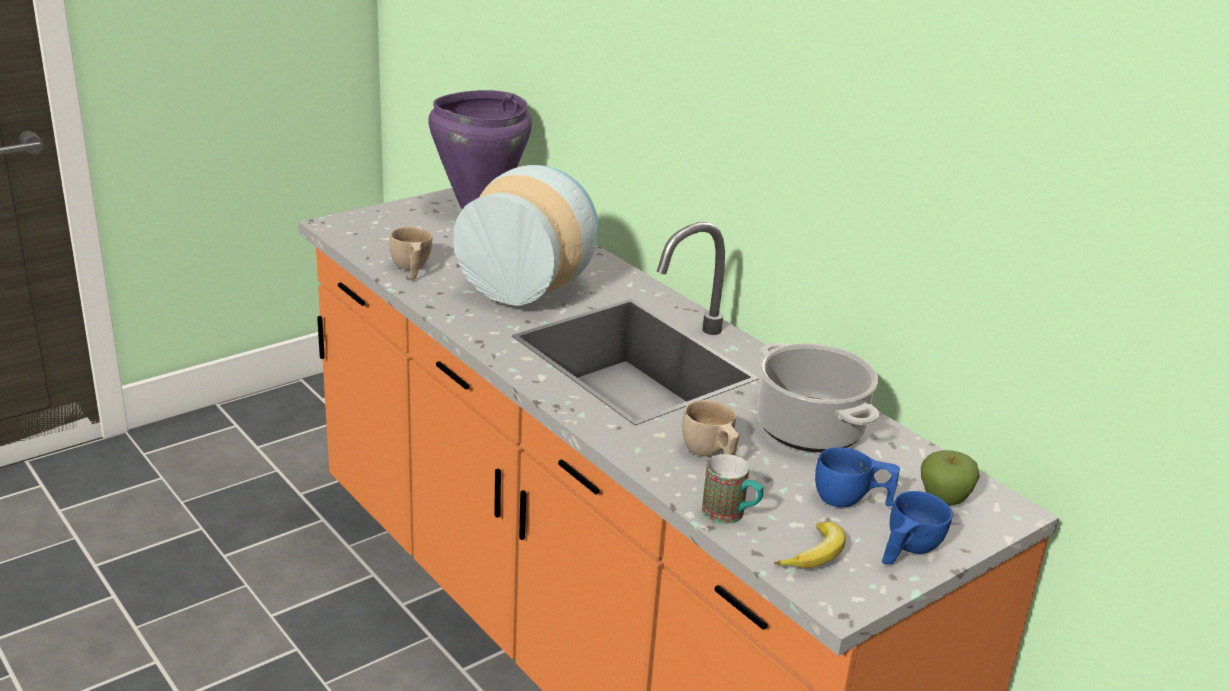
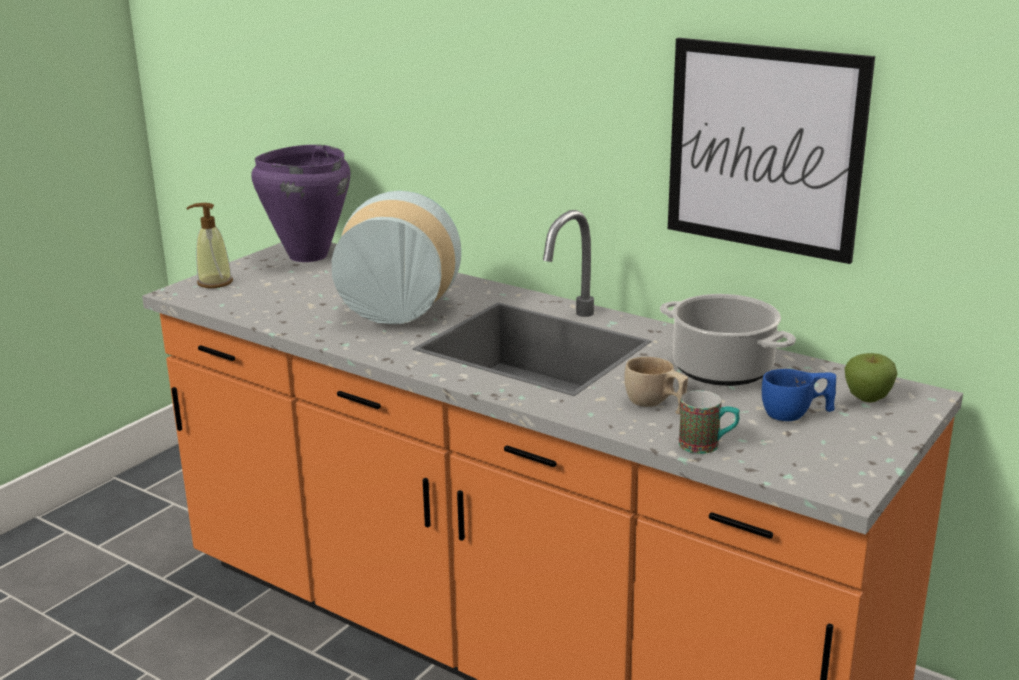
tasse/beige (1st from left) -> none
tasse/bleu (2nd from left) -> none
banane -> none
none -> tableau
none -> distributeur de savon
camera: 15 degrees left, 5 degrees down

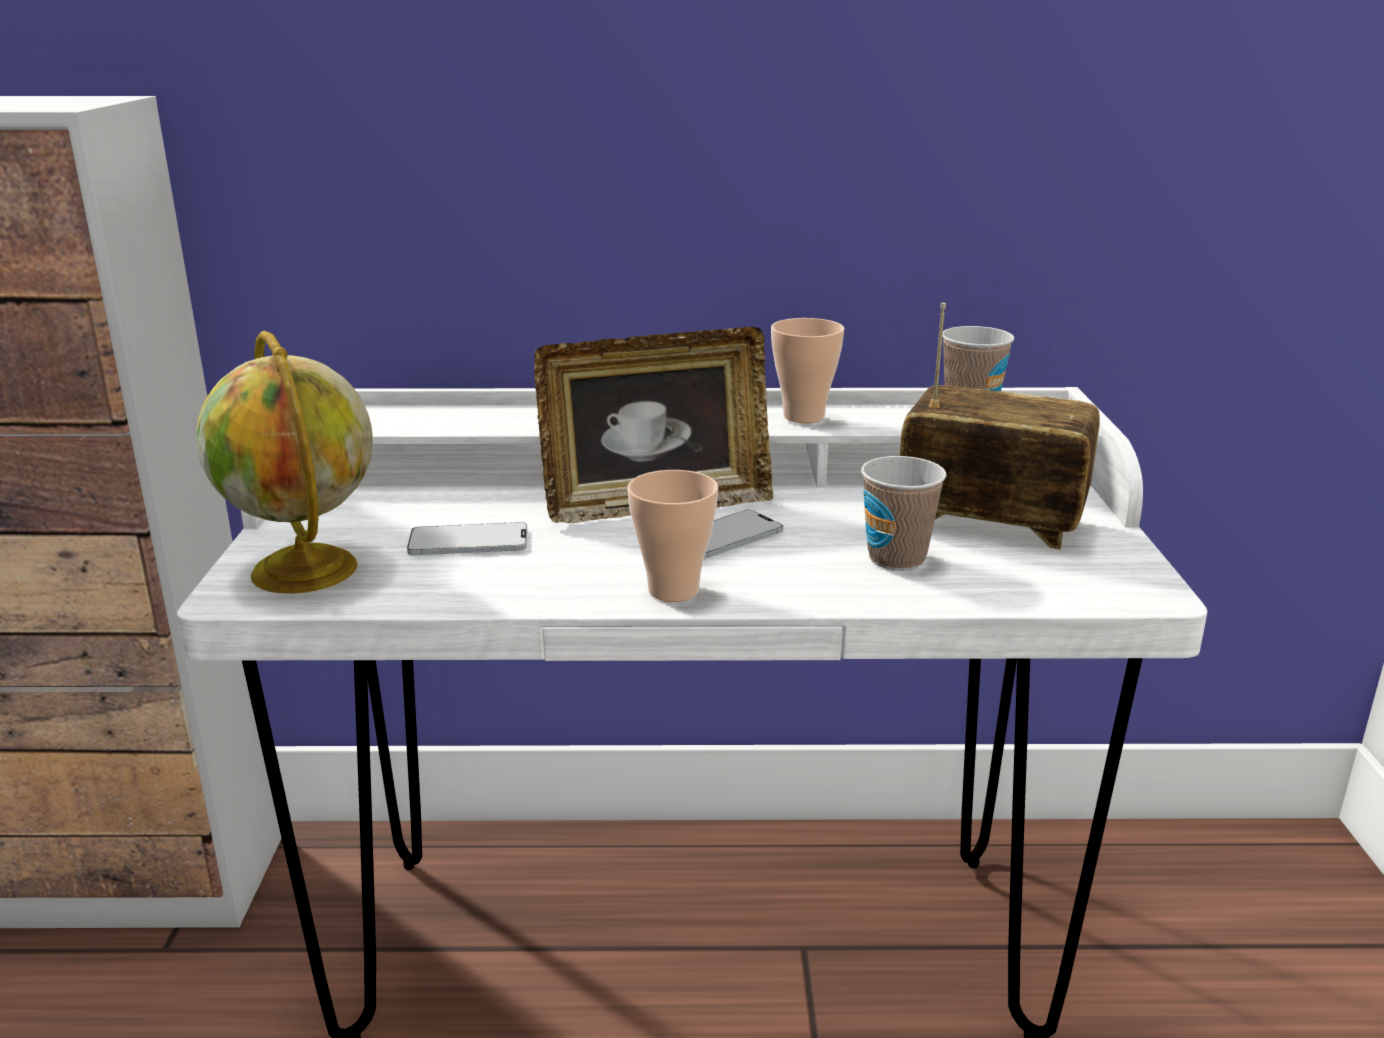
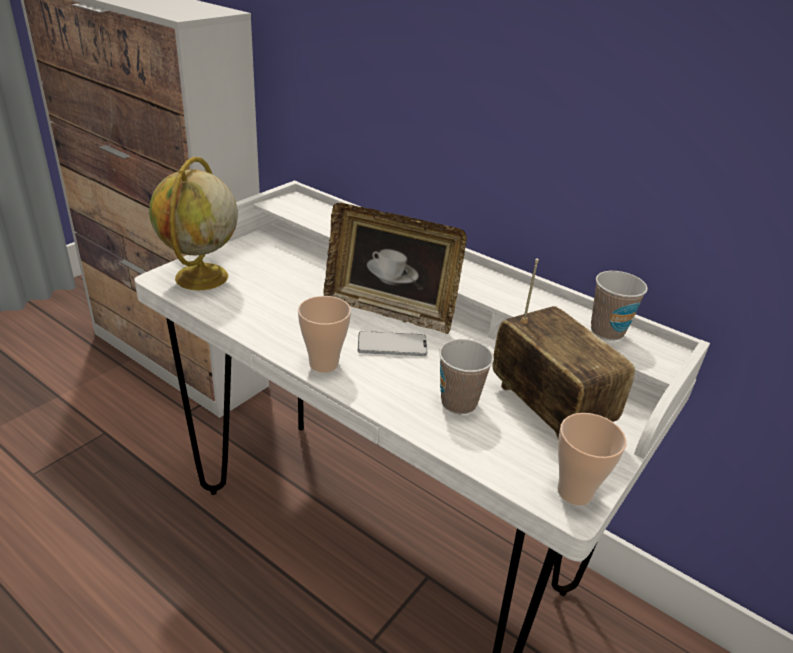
tasse (2nd from left in the first image) -> tasse (3rd from left), move
téléphone (1st from left) -> none
camera: 35 degrees right, 10 degrees up

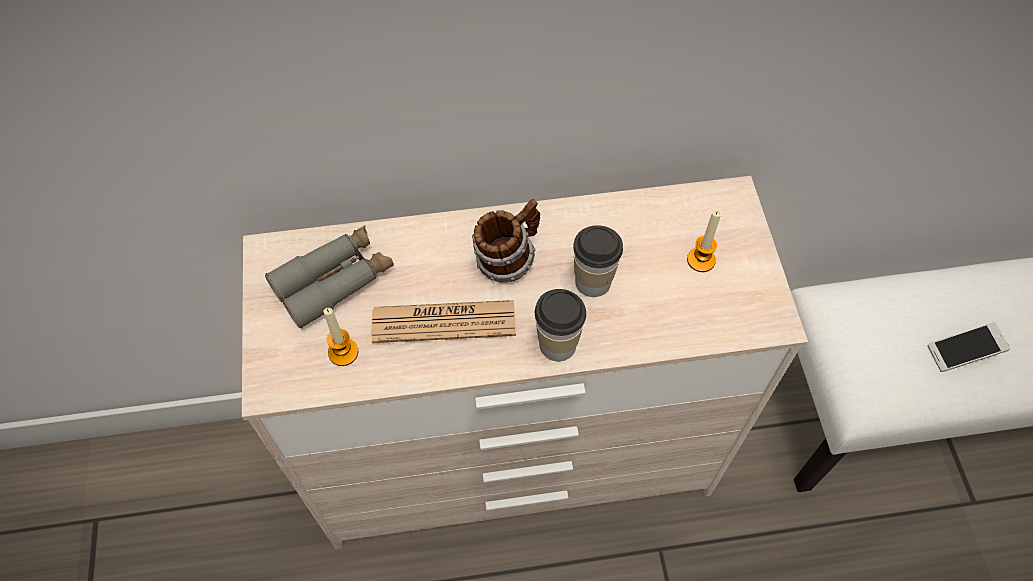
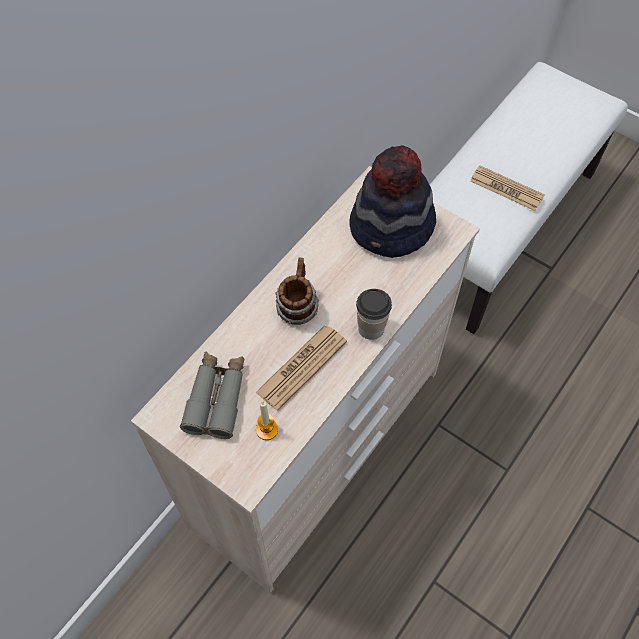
bougie (2nd from left) -> chapeau
tasse (2nd from left) -> none
téléphone -> journal (2nd from left)
camera: 45 degrees left, 0 degrees up

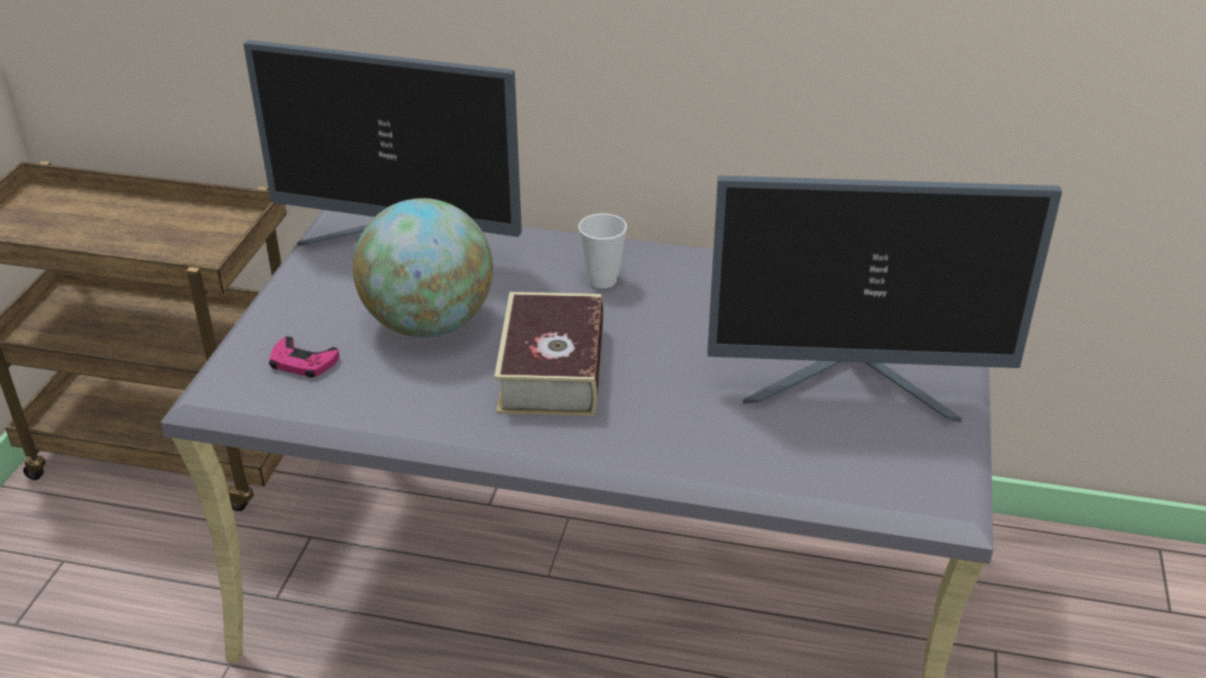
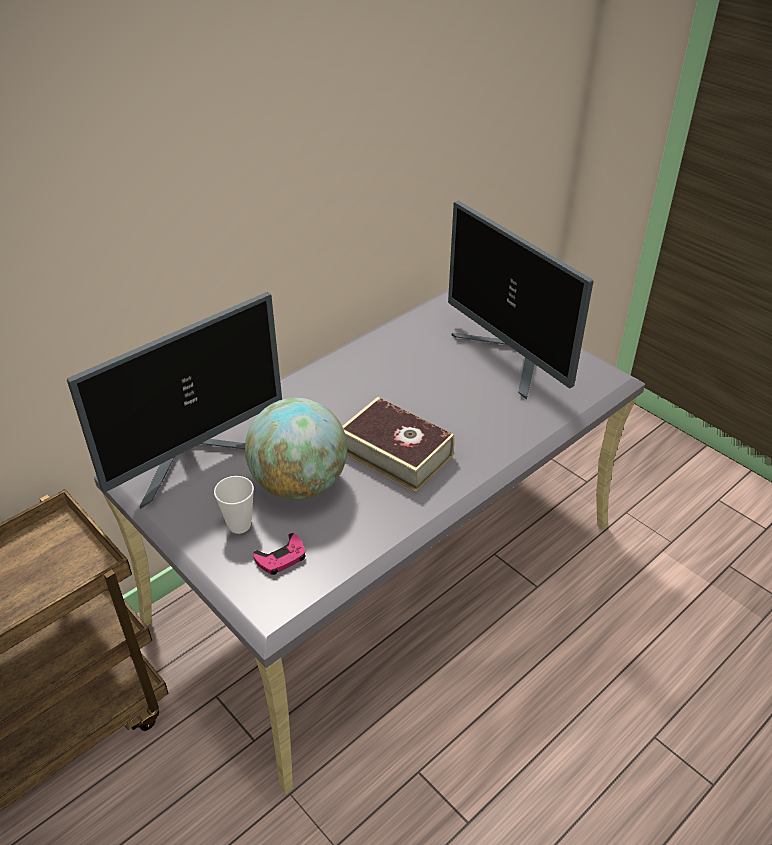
écran d'ordinateur (2nd from left), 105 degrees clockwise
tasse, move
camera: 55 degrees left, 5 degrees up

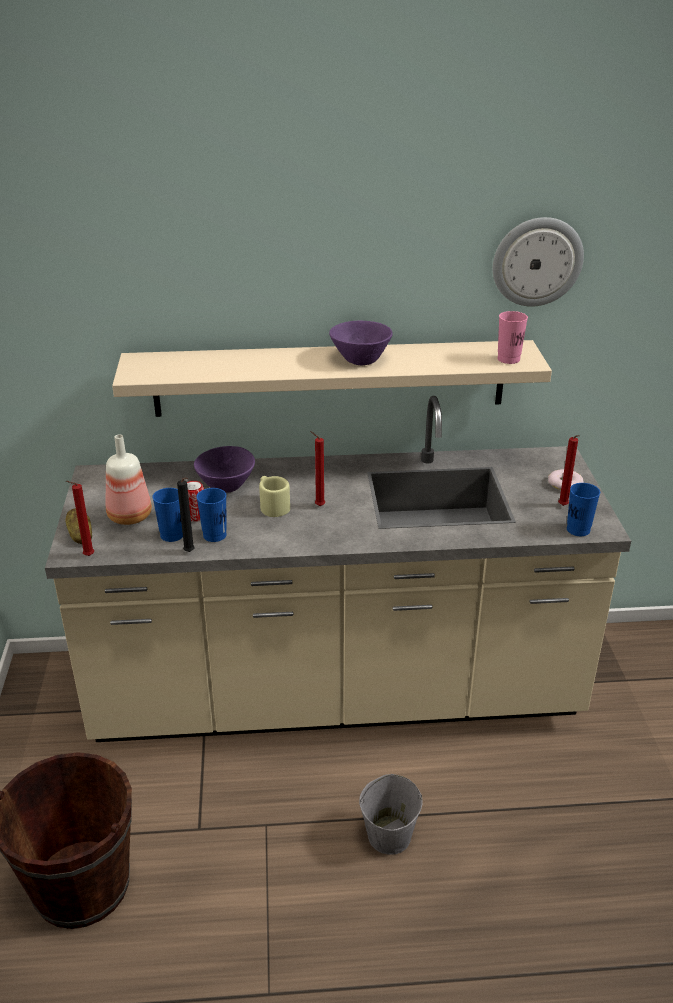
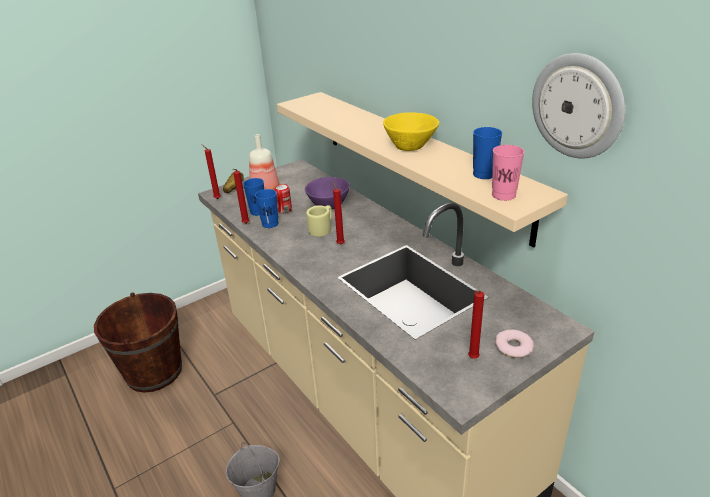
bol/violet (2nd from left) -> bol/jaune
bougie/noir -> bougie/rouge (2nd from left)
tasse/bleu (3rd from left), move
camera: 60 degrees right, 0 degrees up

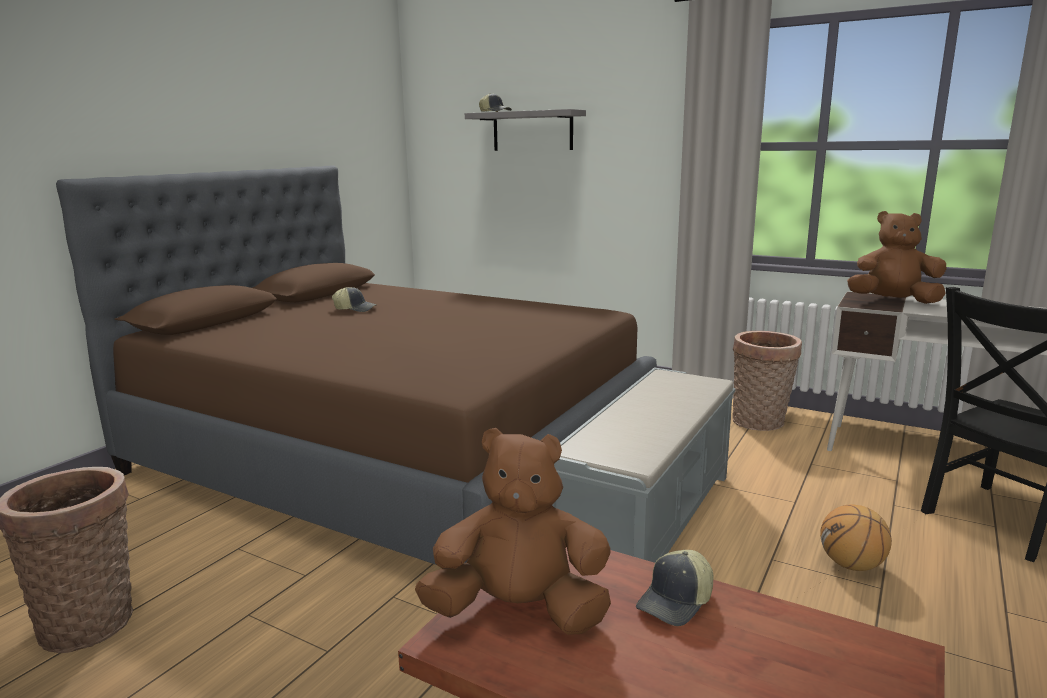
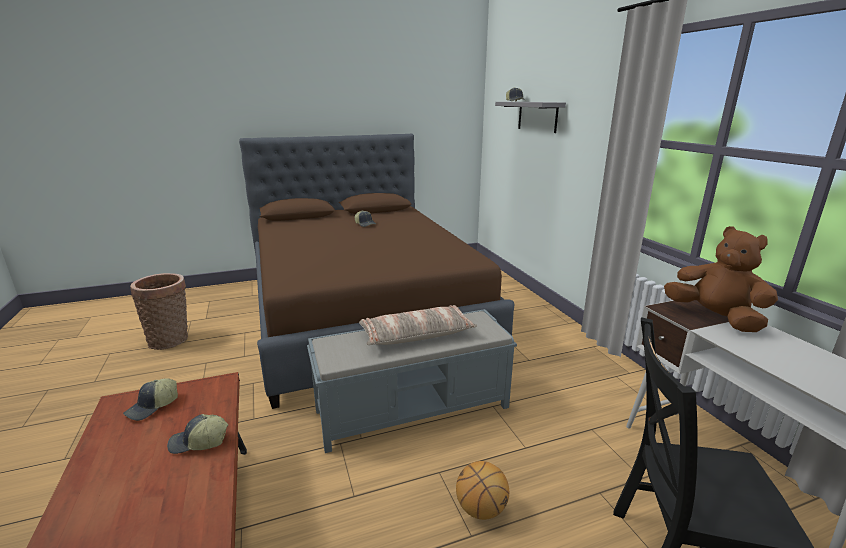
panier (2nd from left) -> none
peluche/marron (1st from left) -> casquette (1st from left)
none -> coussin
camera: 40 degrees right, 5 degrees up

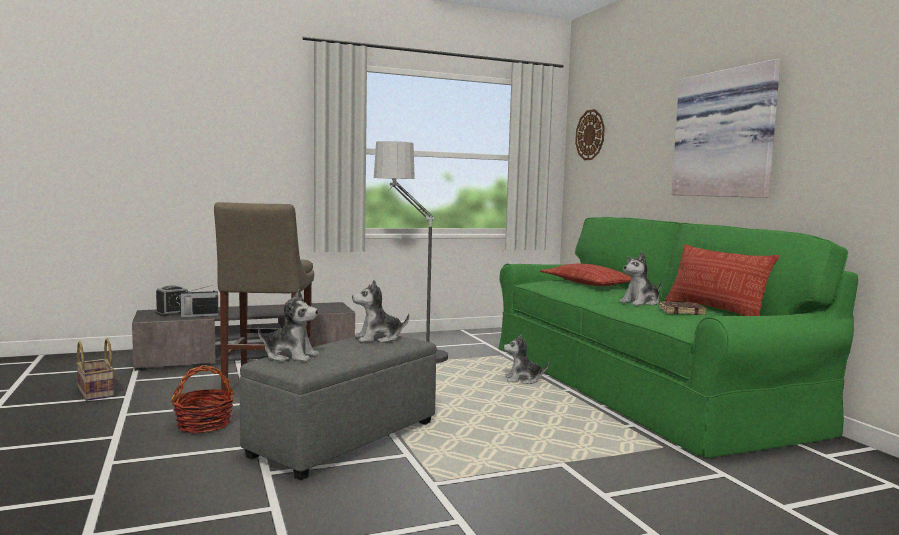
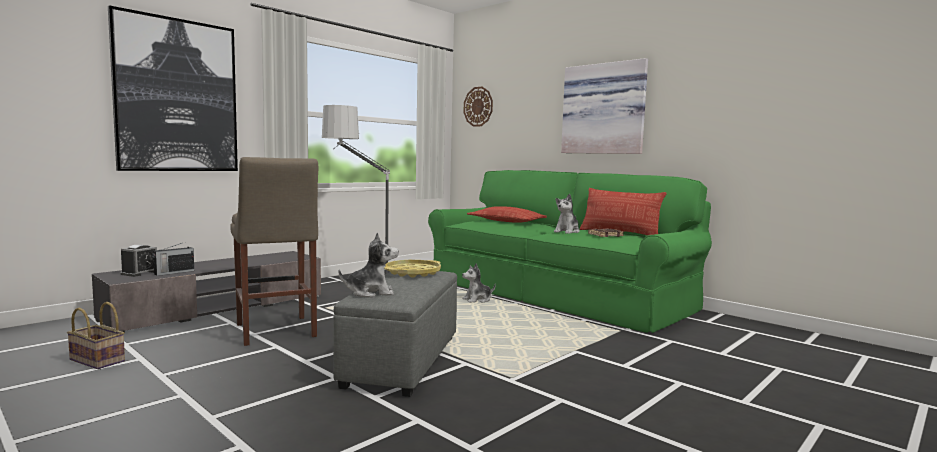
peluche (2nd from left) -> plateau/jaune
panier (2nd from left) -> none
none -> tableau (1st from left)
camera: 25 degrees left, 0 degrees up

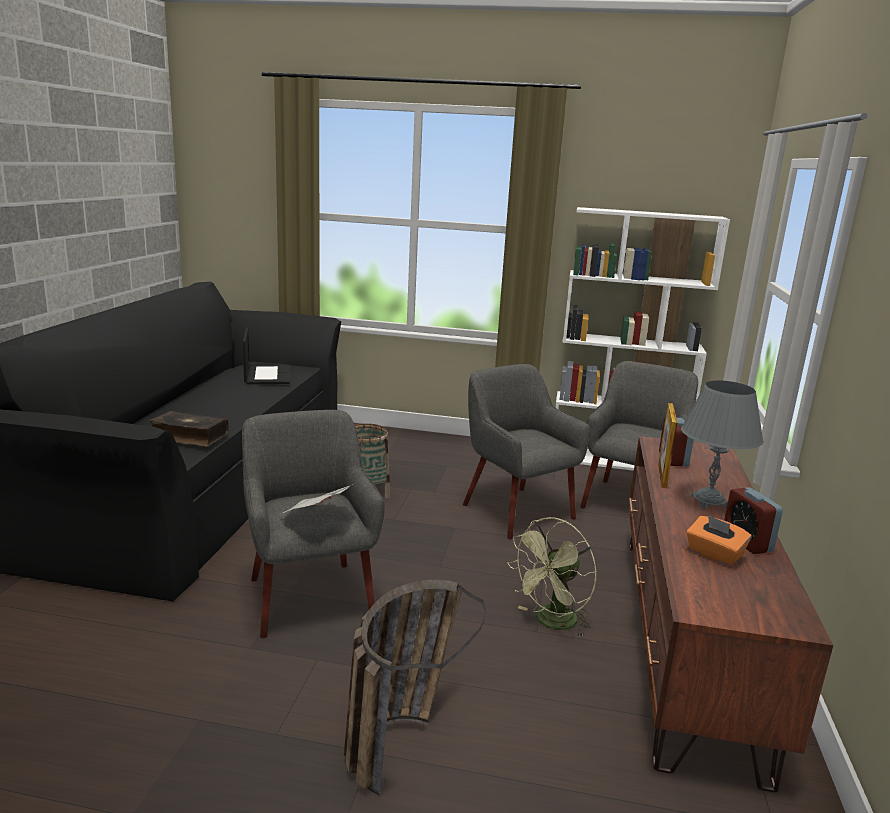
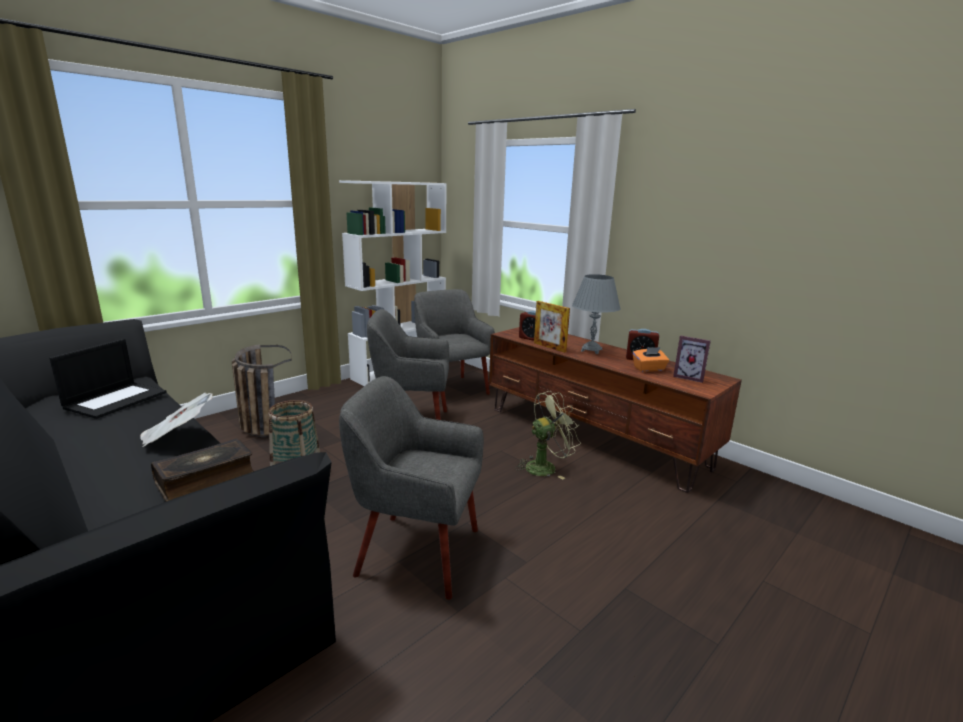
ordinateur portable, 90 degrees clockwise
journal, move
ventilateur/vert, 105 degrees counterclockwise
panier (2nd from left in the first image) -> panier (1st from left), move
none -> cadre photo (2nd from left)
camera: 55 degrees left, 0 degrees up

